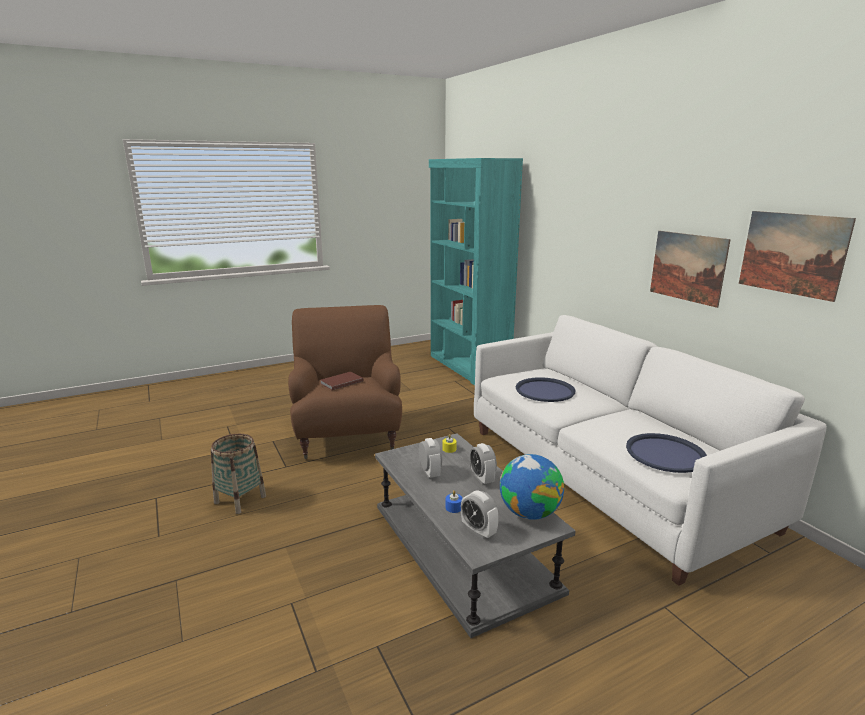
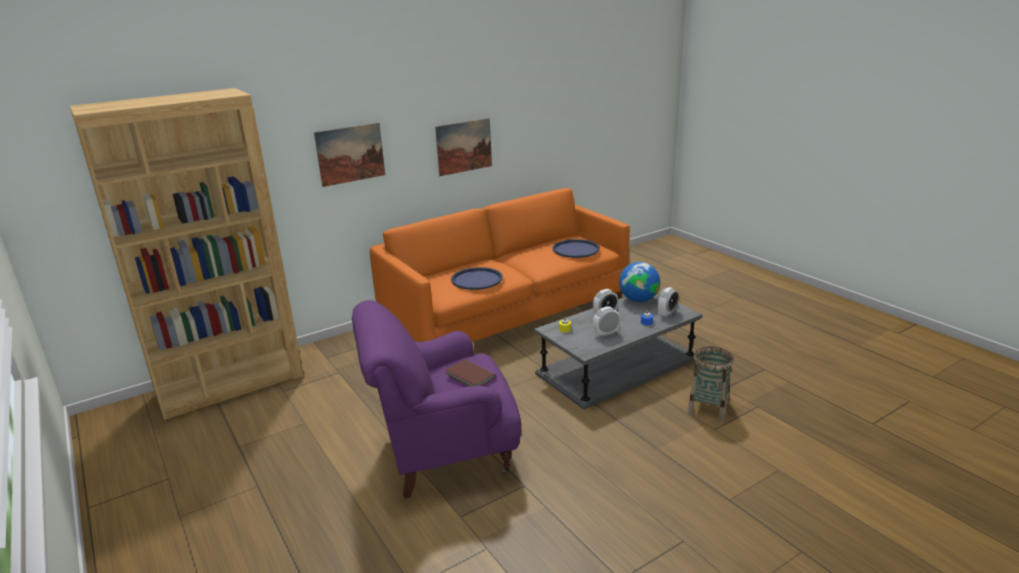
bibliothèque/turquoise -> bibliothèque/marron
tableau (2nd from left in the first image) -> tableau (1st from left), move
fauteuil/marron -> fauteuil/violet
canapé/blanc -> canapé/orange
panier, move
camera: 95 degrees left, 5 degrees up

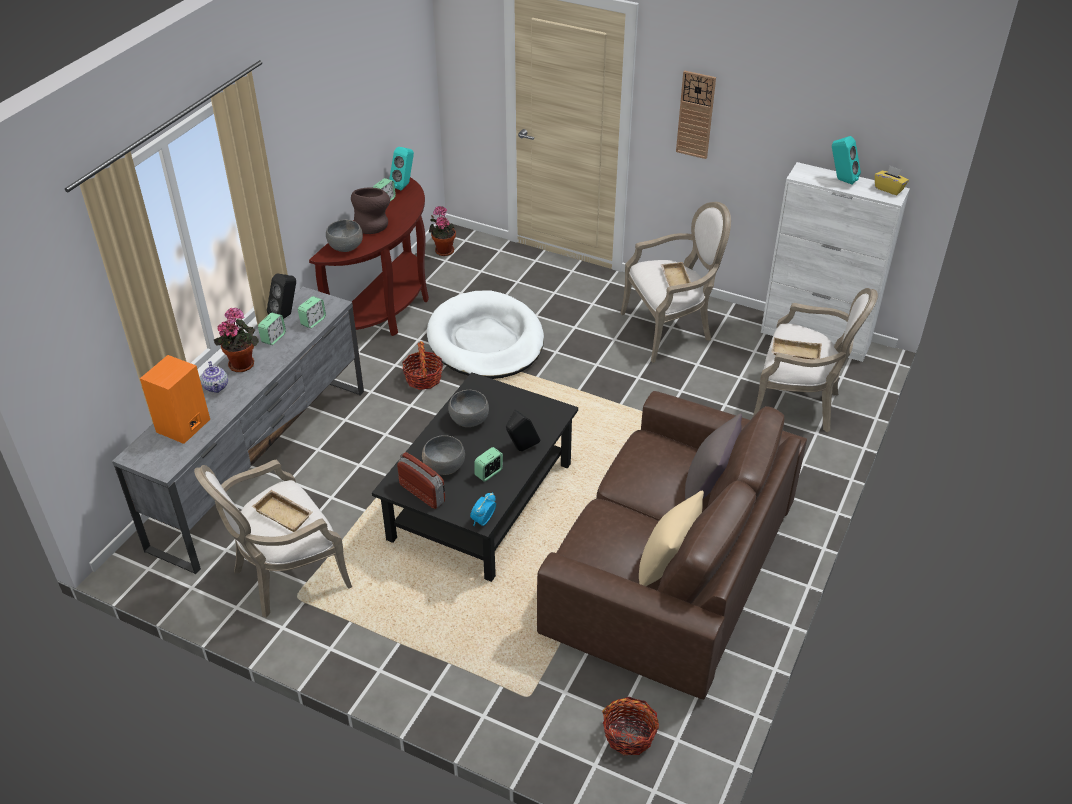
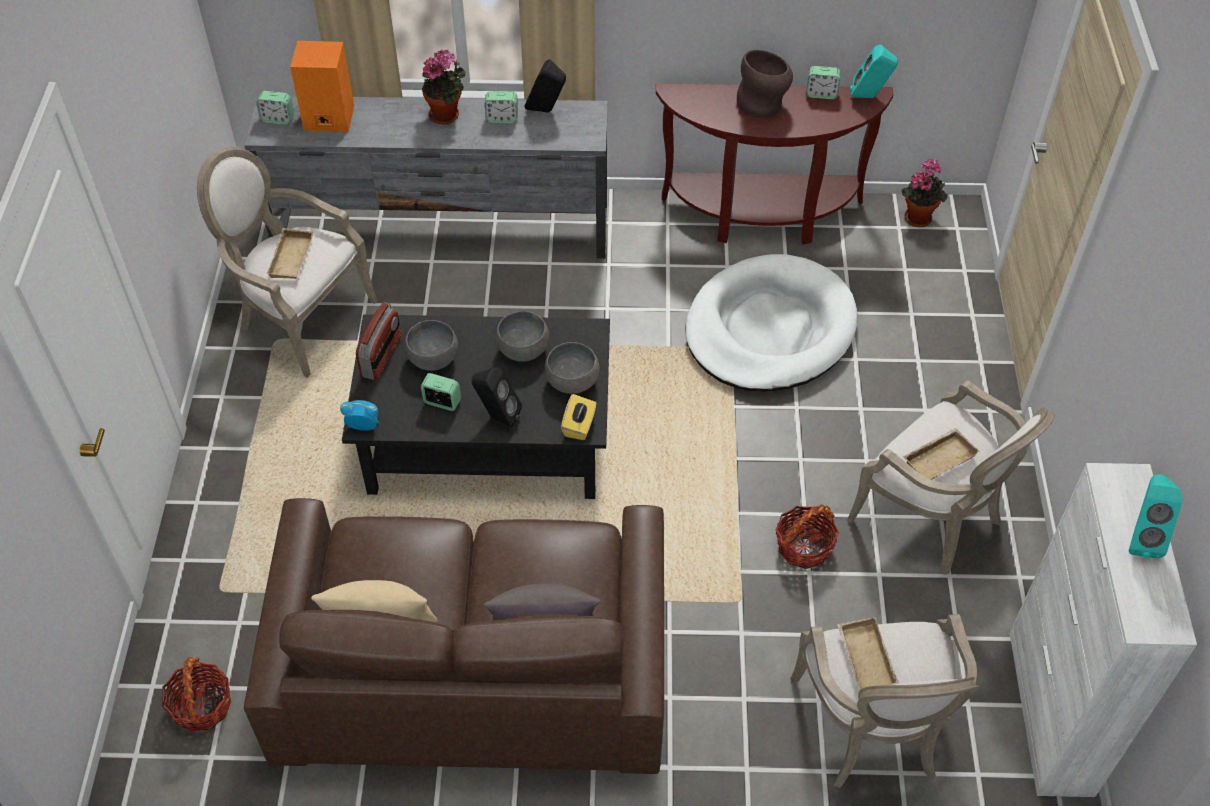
horloge murale -> none
boîte à mouchoirs/jaune, move
bol/gris (1st from left in the first image) -> bol/gris (3rd from left), move
réveil (2nd from left in the first image) -> réveil (1st from left), move
panier (1st from left in the first image) -> panier (2nd from left), move
théière -> none
camera: 65 degrees right, 10 degrees up

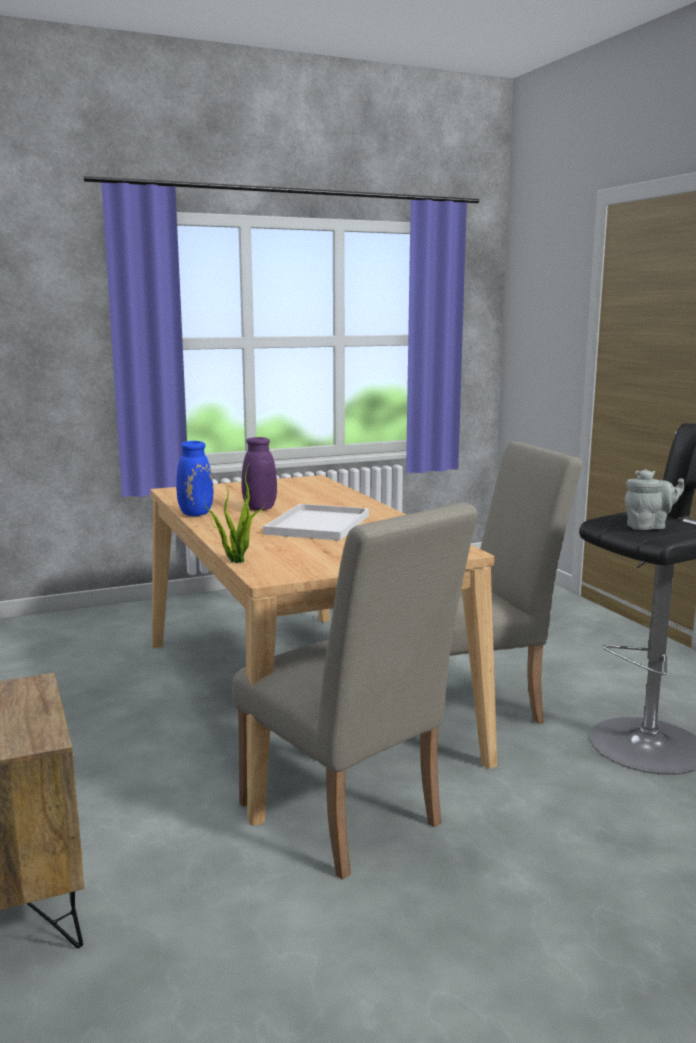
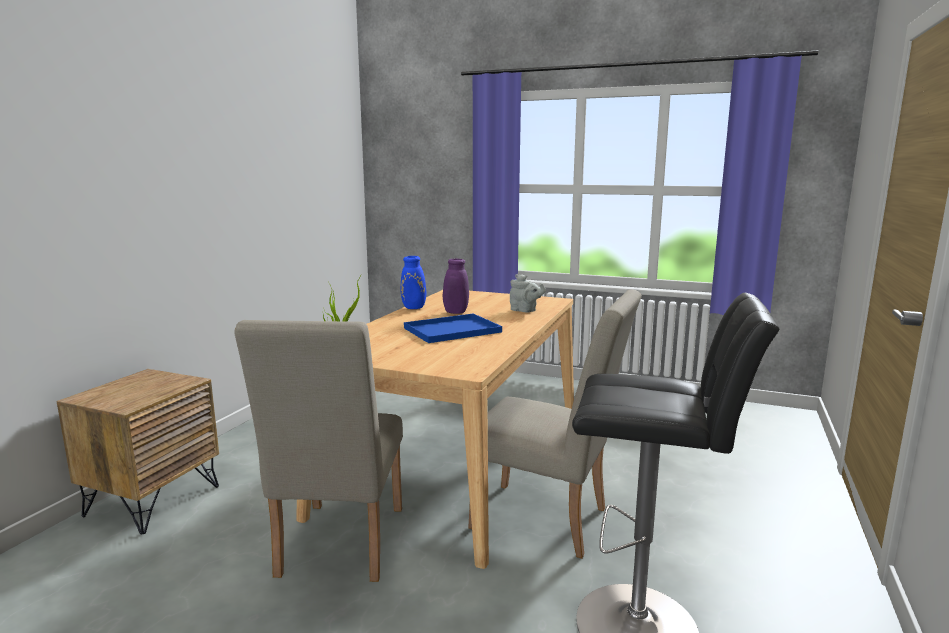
théière/gris, move
plateau/blanc -> plateau/bleu
camera: 45 degrees right, 0 degrees up

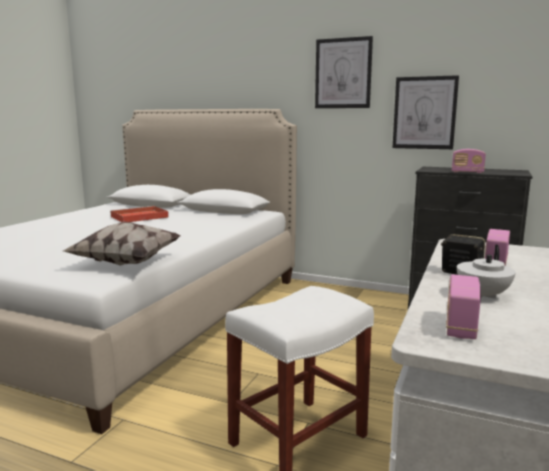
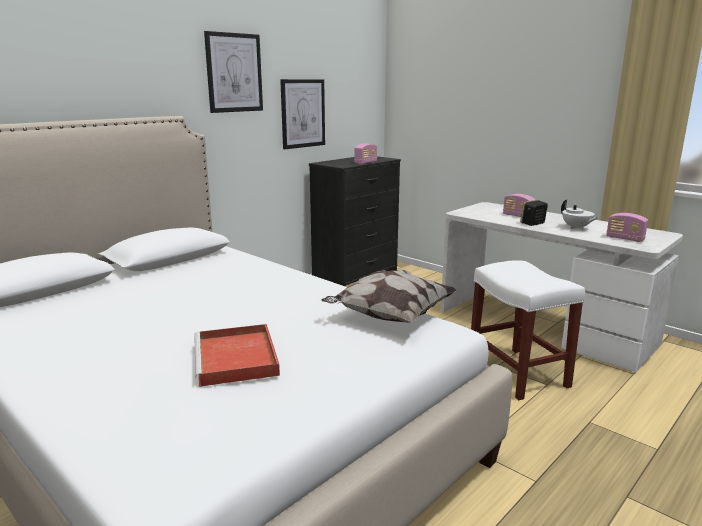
plateau/rouge, move
camera: 70 degrees left, 5 degrees up

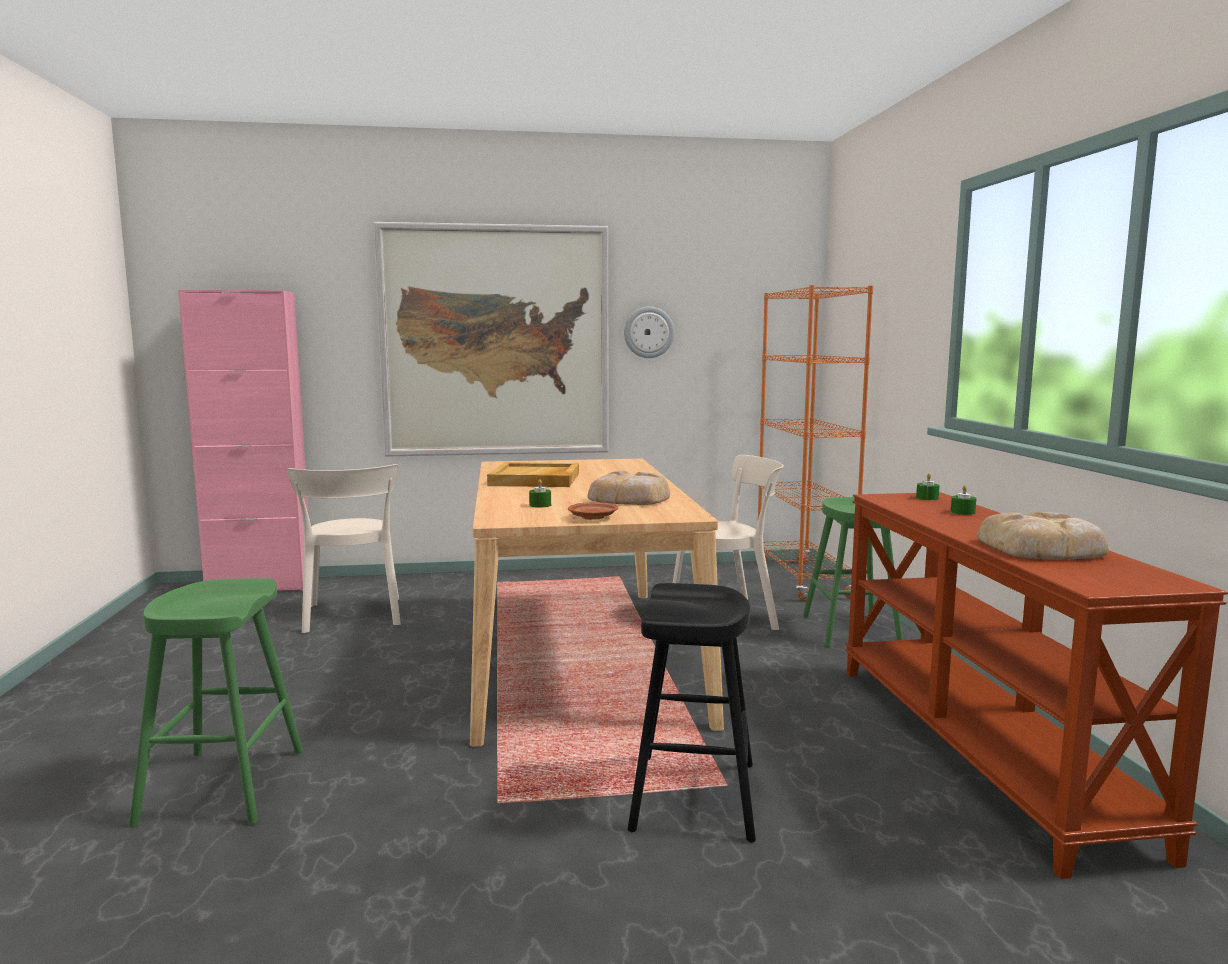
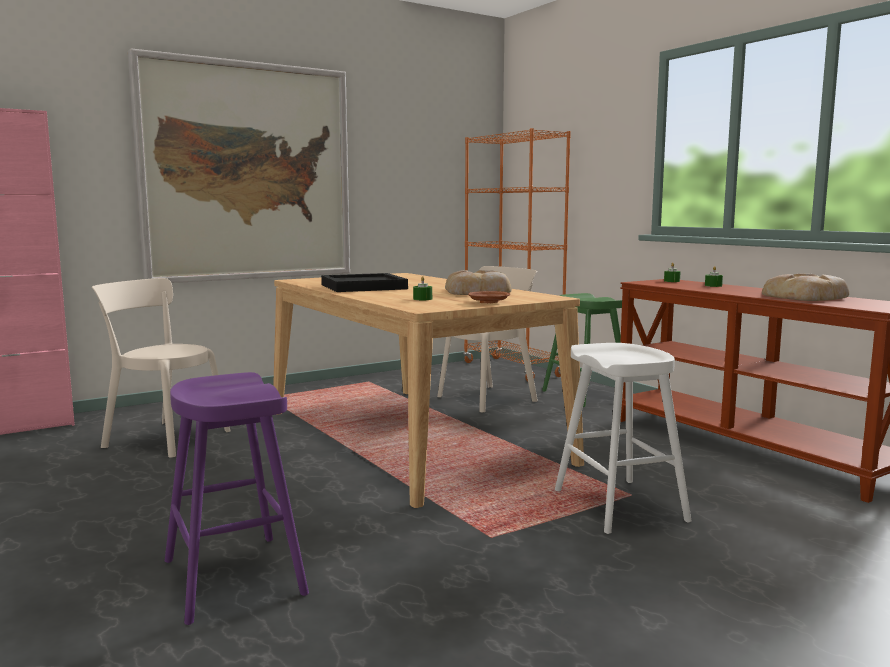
horloge murale -> none
plateau/beige -> plateau/noir
chaise/beige (1st from left), 150 degrees clockwise
tabouret/vert (1st from left) -> tabouret/violet
tabouret/noir -> tabouret/blanc
camera: 25 degrees left, 0 degrees up

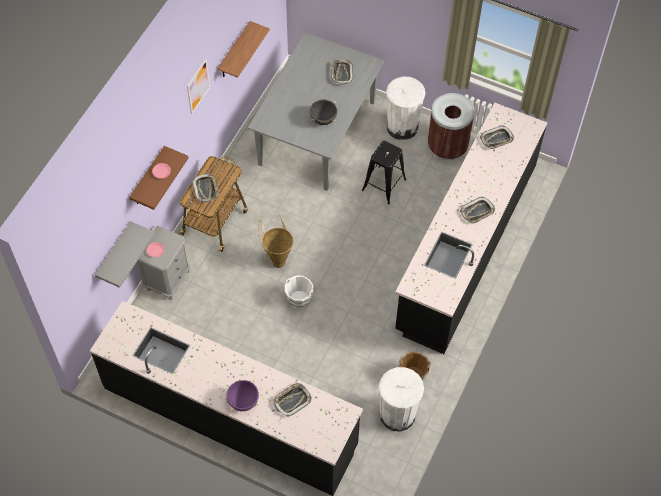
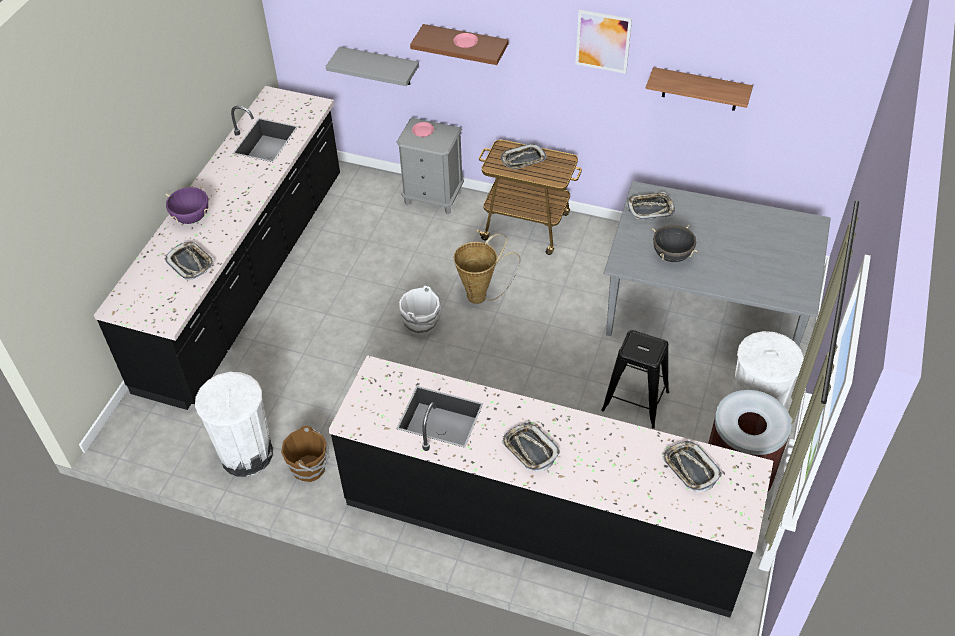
plateau (3rd from left in the first image) -> plateau (4th from left), move
camera: 85 degrees right, 10 degrees down

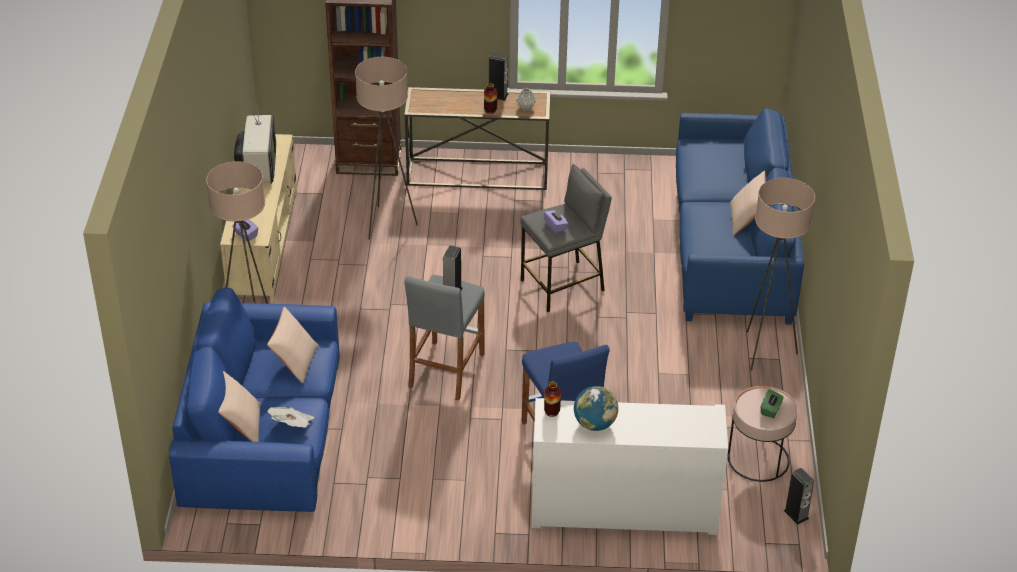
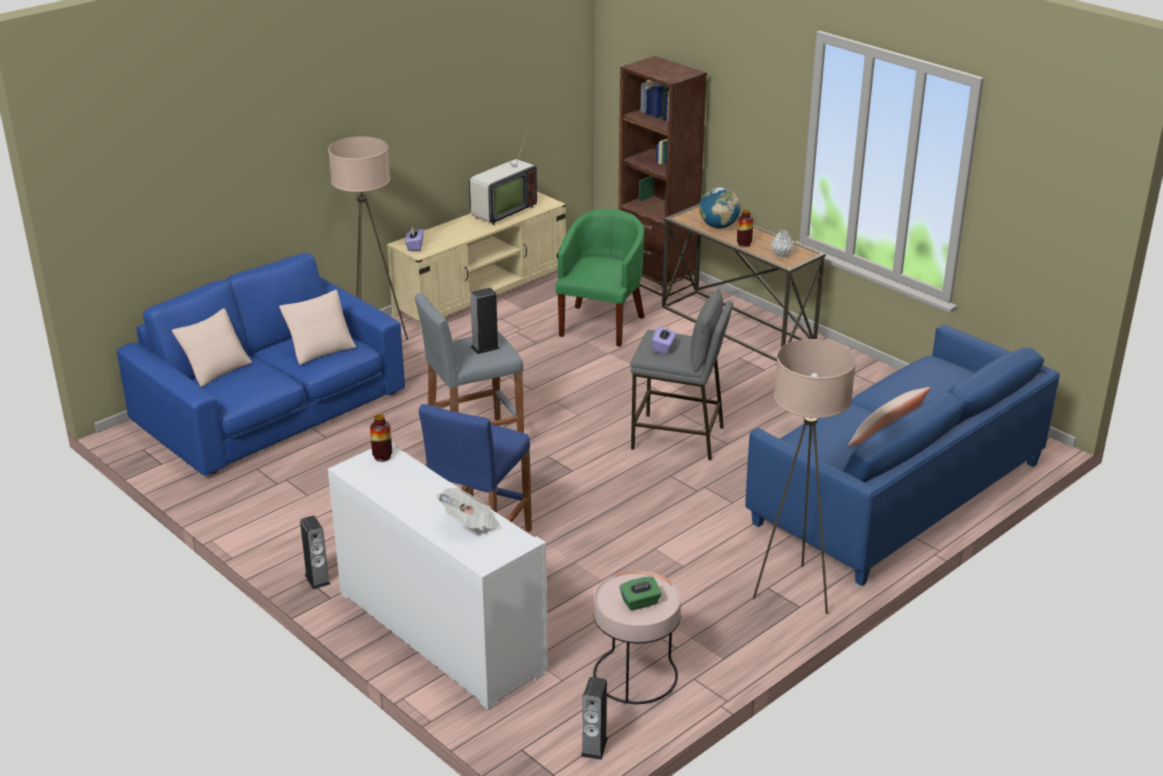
enceinte (2nd from left in the first image) -> enceinte (1st from left), move
lampadaire/beige (2nd from left) -> fauteuil/vert
globe, move
journal, move
camera: 45 degrees right, 10 degrees down

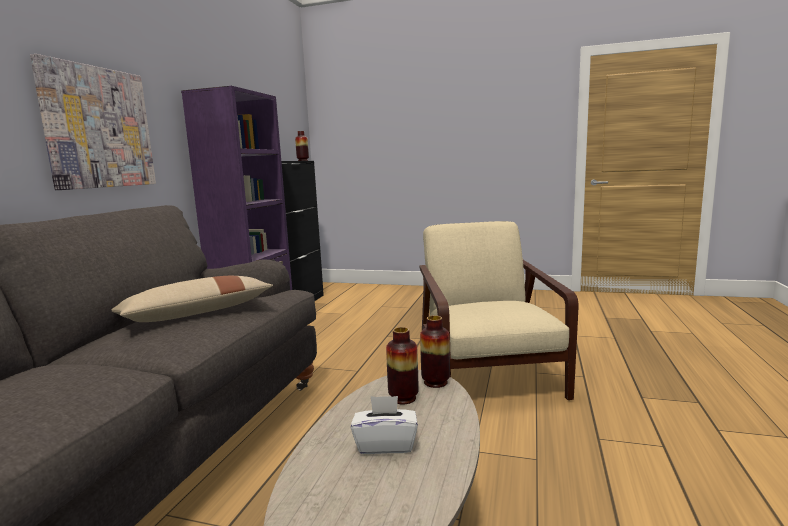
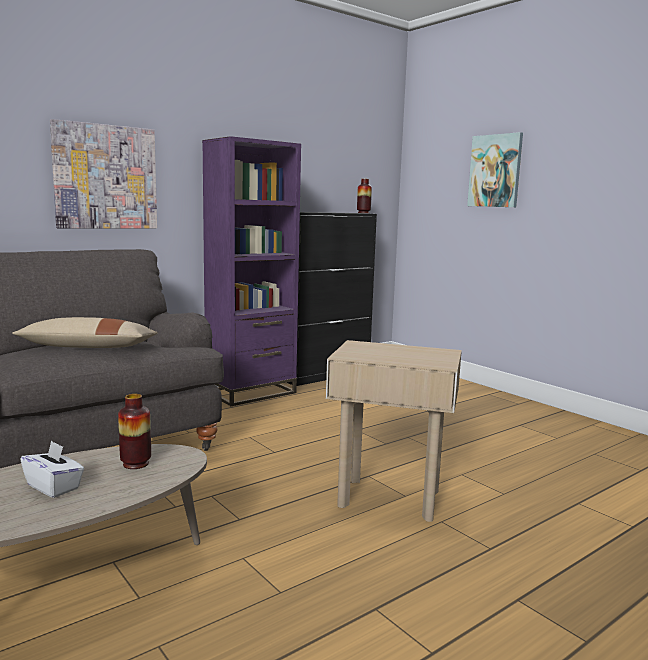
fauteuil/beige -> table d'appoint/beige
vase (3rd from left) -> none
none -> tableau (2nd from left)
camera: 35 degrees right, 0 degrees up

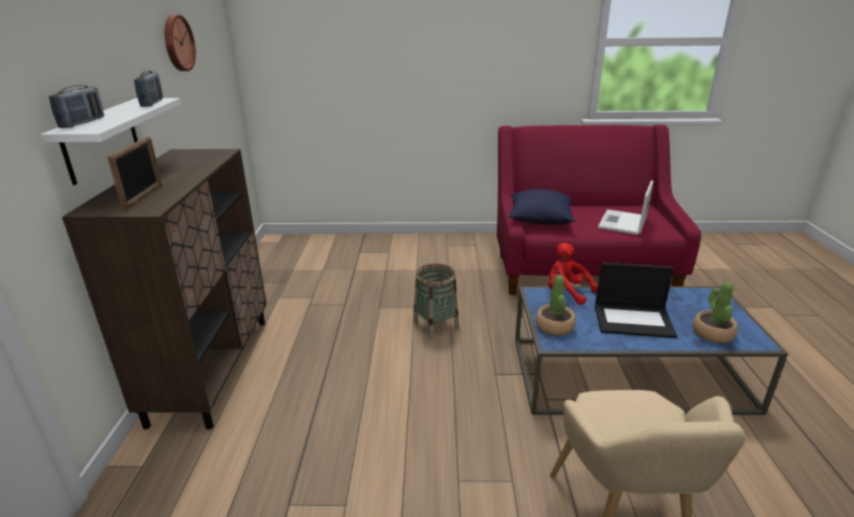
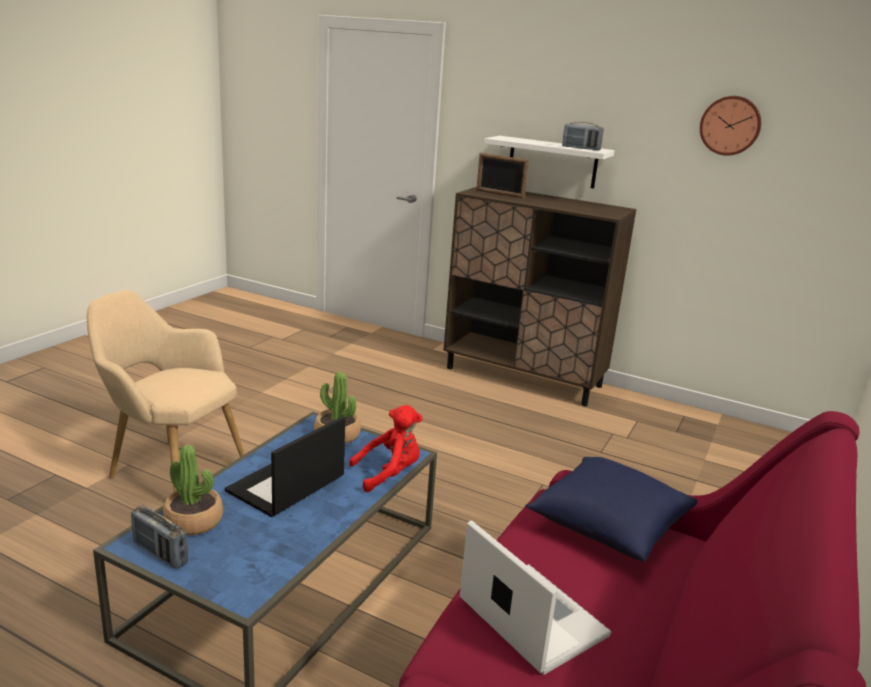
radio (1st from left), move
panier -> none
camera: 115 degrees right, 5 degrees down

